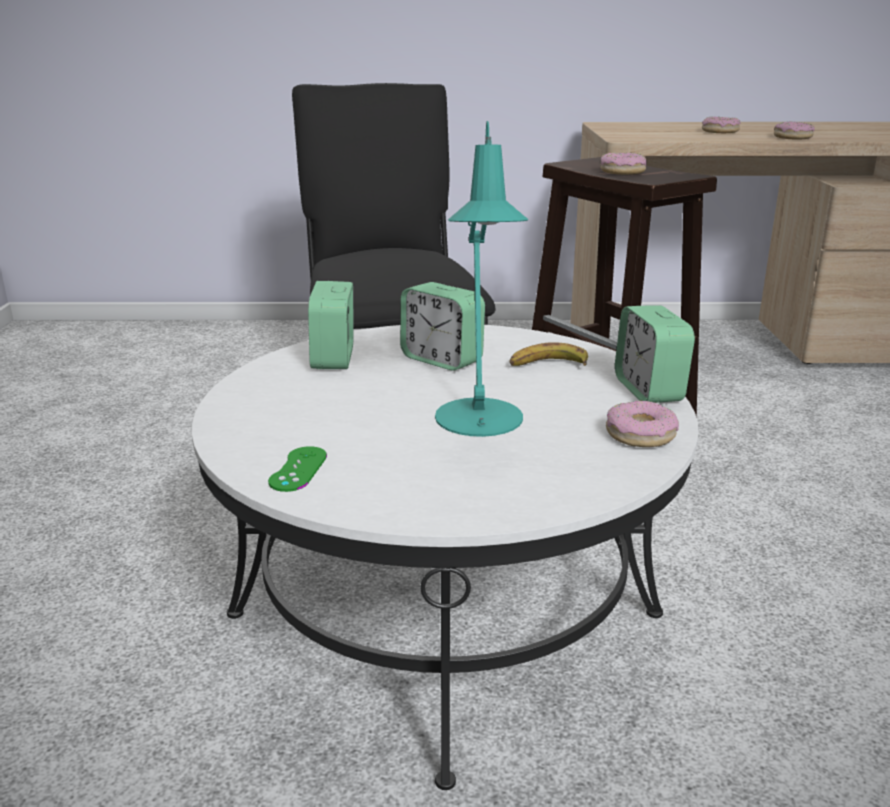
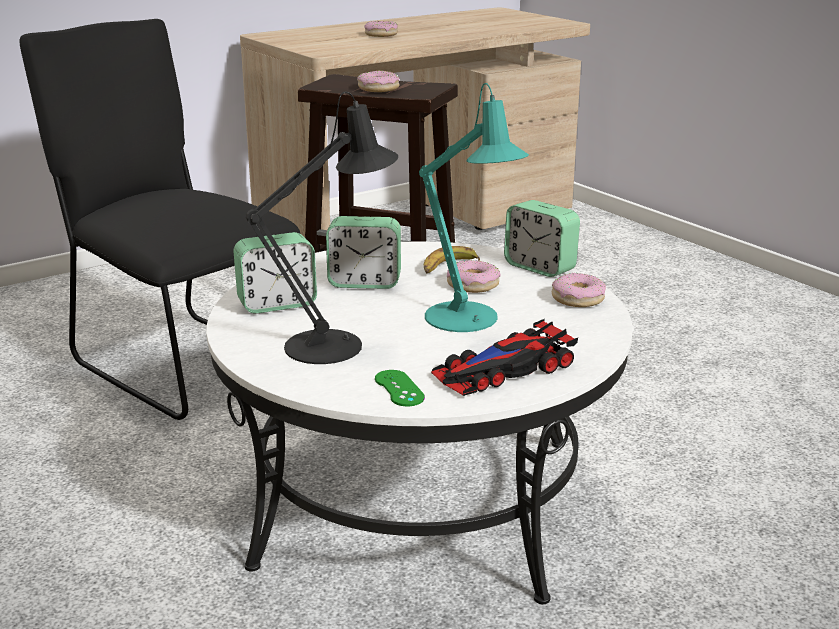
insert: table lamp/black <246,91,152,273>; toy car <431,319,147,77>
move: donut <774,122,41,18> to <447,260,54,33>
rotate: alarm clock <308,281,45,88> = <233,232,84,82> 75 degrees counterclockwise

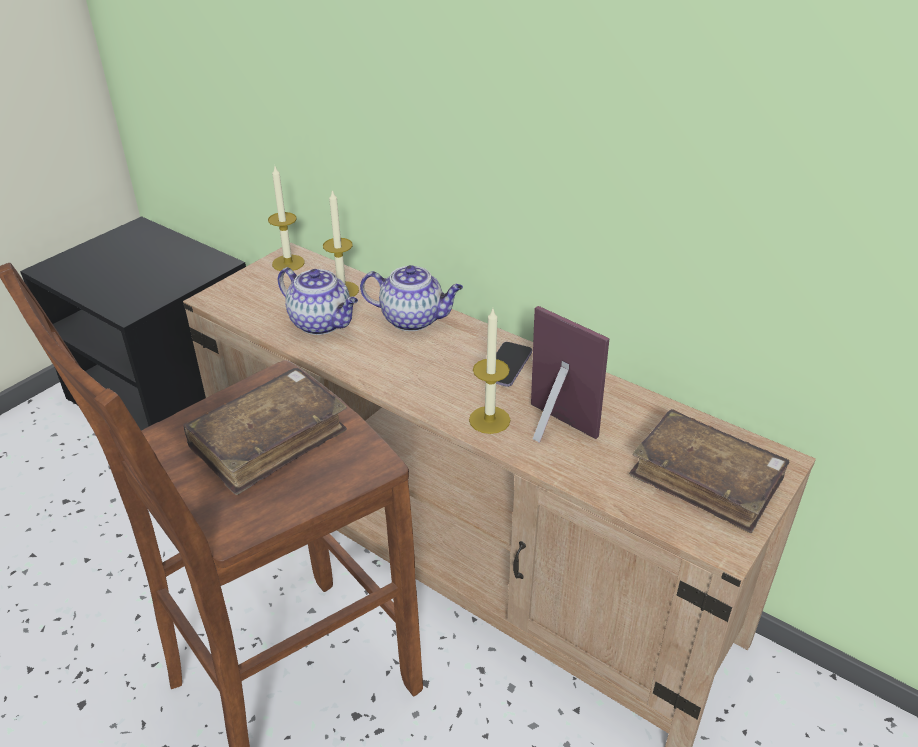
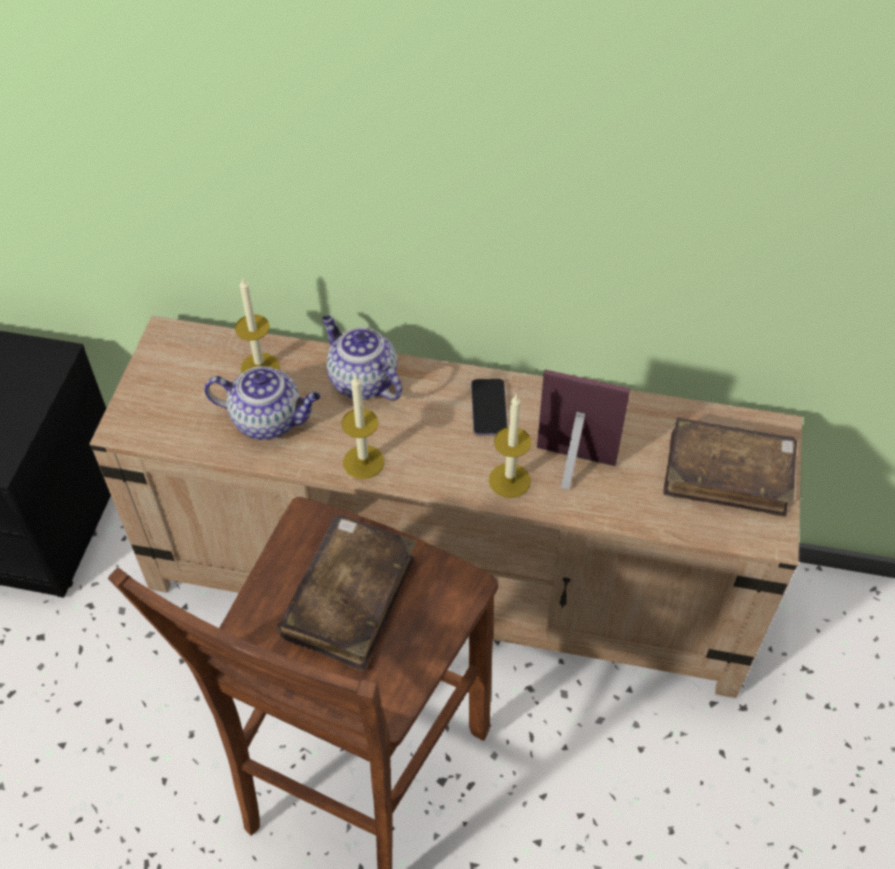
move: candle <268,166,37,105> to <341,375,44,104>
rotate: teapot <360,265,103,66> = <322,315,80,86> 120 degrees counterclockwise

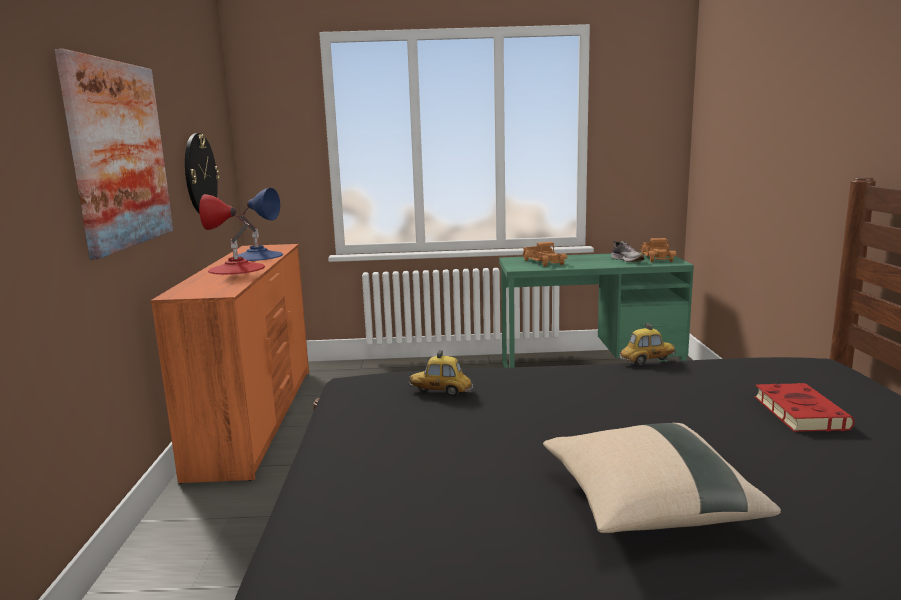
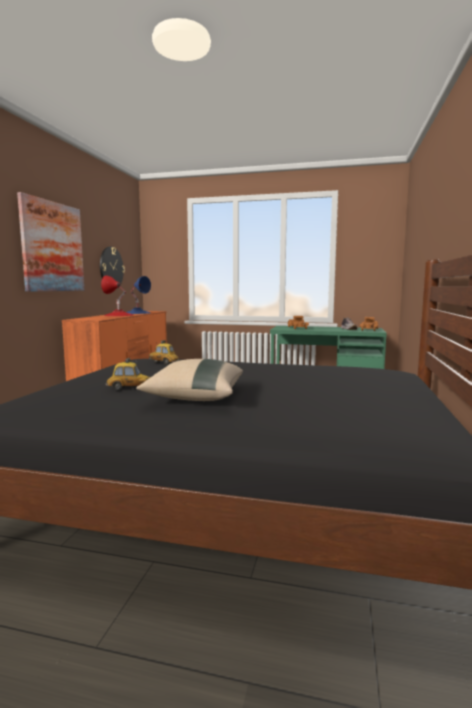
delete: book/red <754,383,101,49>
move: toy car <618,323,58,42> to <106,358,44,32>

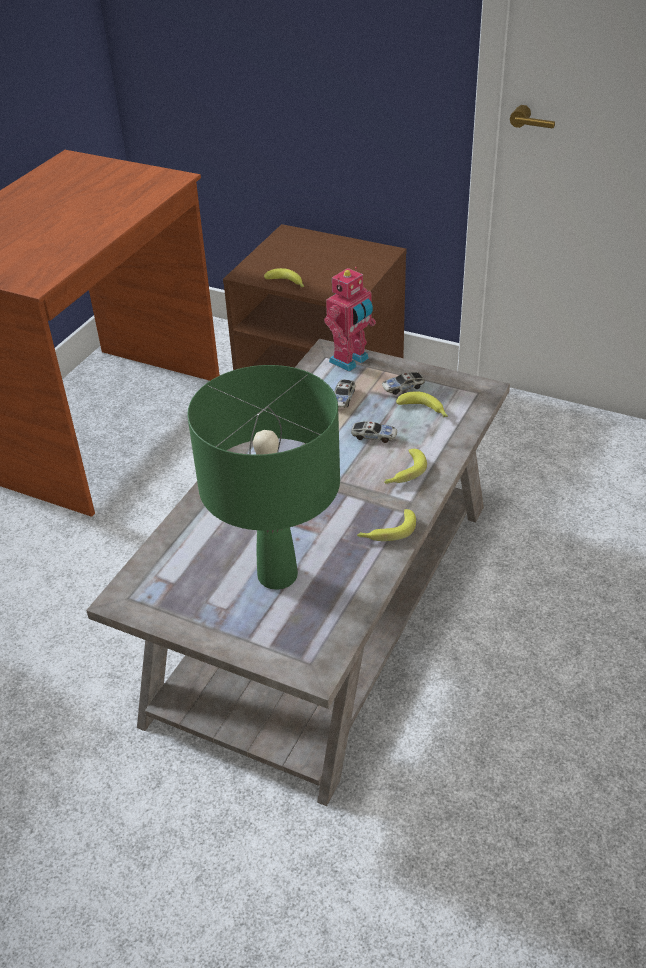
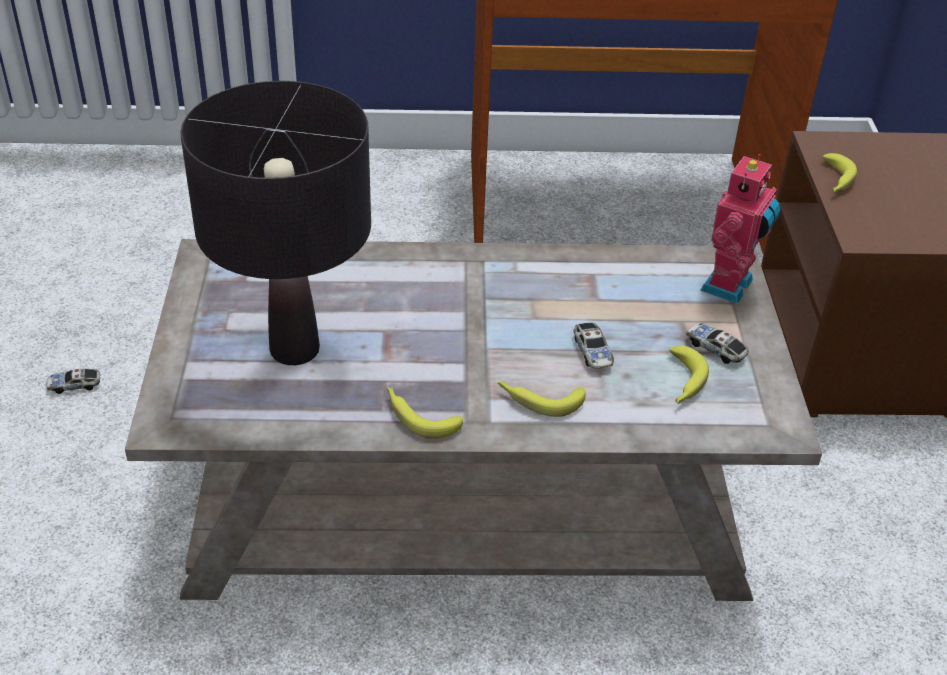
move: toy car <334,380,21,28> to <46,369,54,25>
recolor: table lamp/green <187,365,153,225> to table lamp/black <181,81,190,284>
rotate: toy robot <324,267,52,105> = <700,154,81,150> 75 degrees counterclockwise

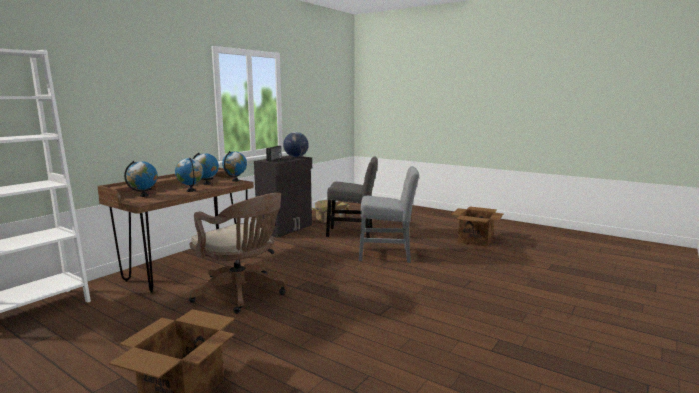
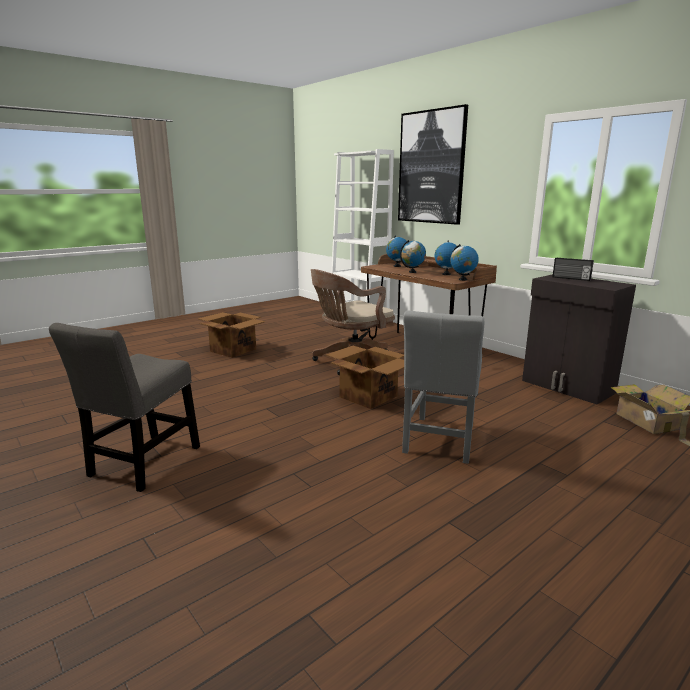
delete: globe <283,132,26,25>
insert: picture <398,104,70,121>
move: chair/grey <326,156,52,82> to <49,323,151,169>; cardboard box <451,206,53,41> to <326,346,78,63>

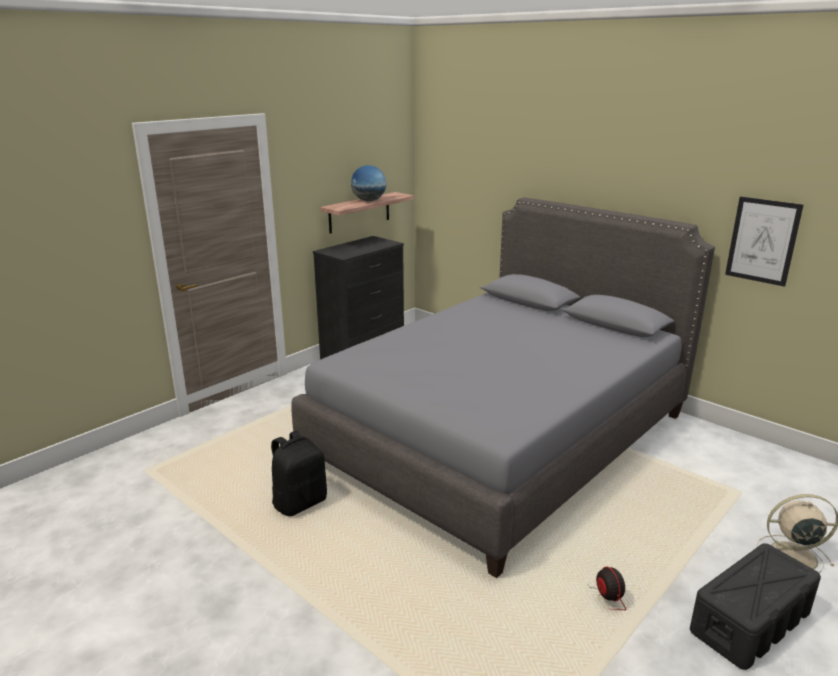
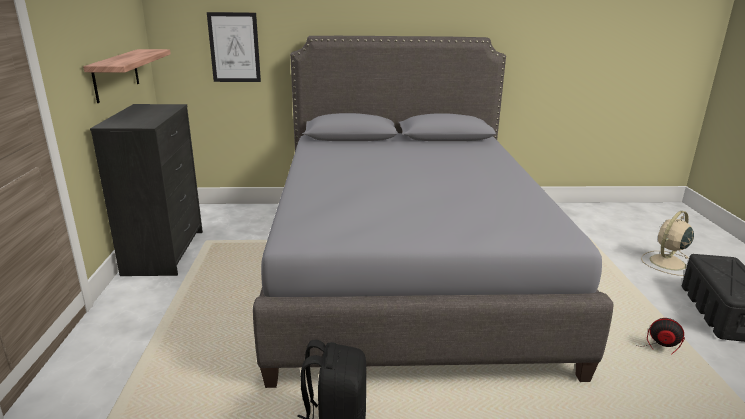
delete: globe <351,165,35,36>
move: picture <725,197,78,90> to <207,12,54,70>

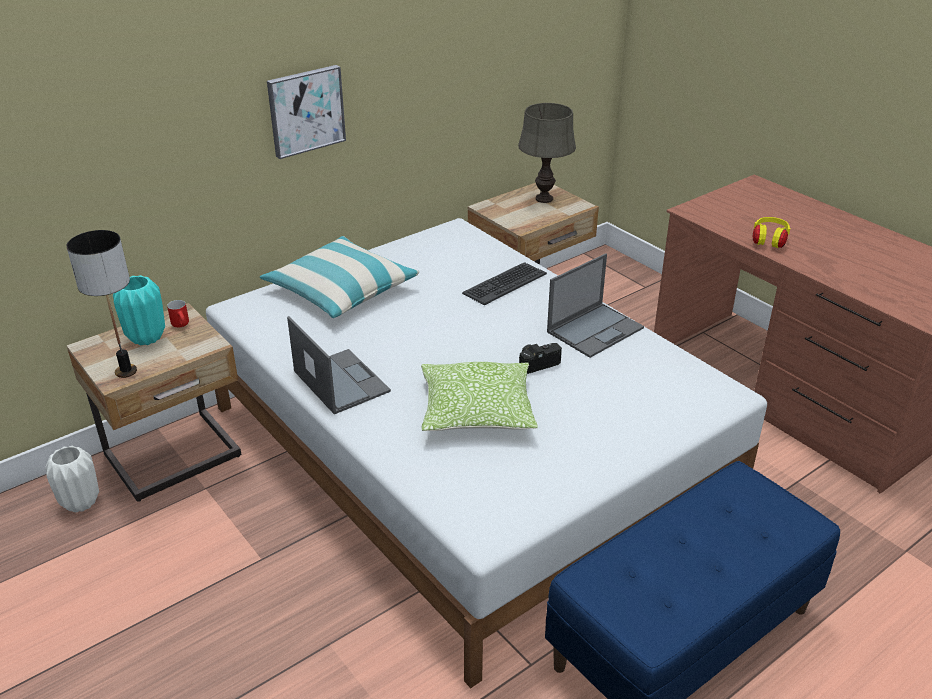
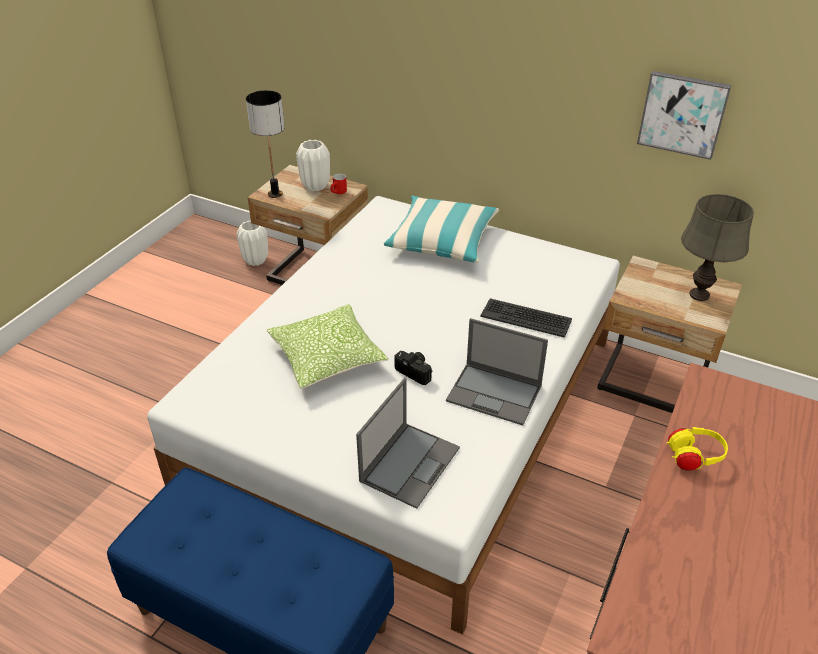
move: picture <267,65,79,94> to <637,71,95,89>; laptop <287,316,104,98> to <356,378,104,131>
recolor: vase/turquoise <113,275,52,70> to vase/white <296,140,34,51>

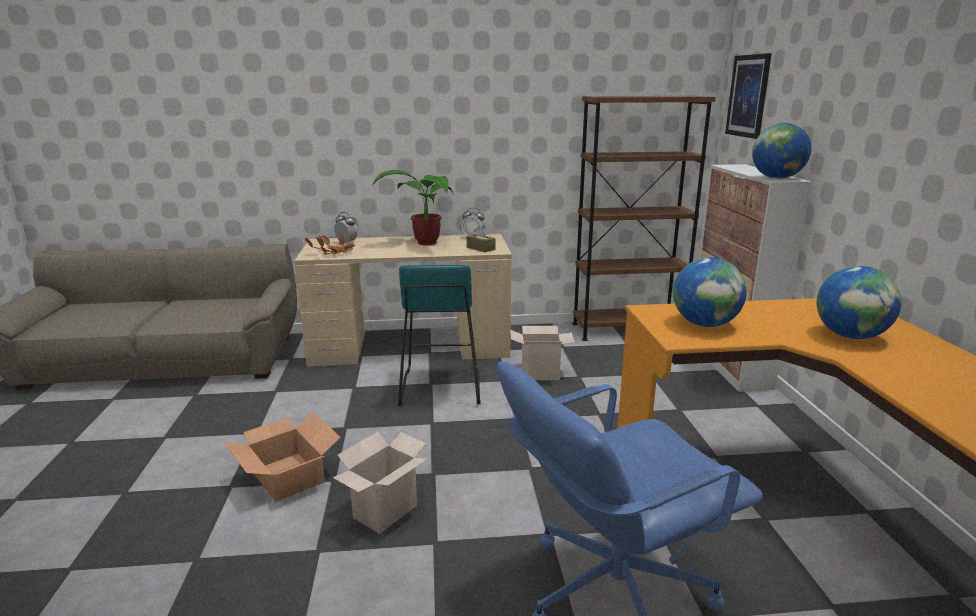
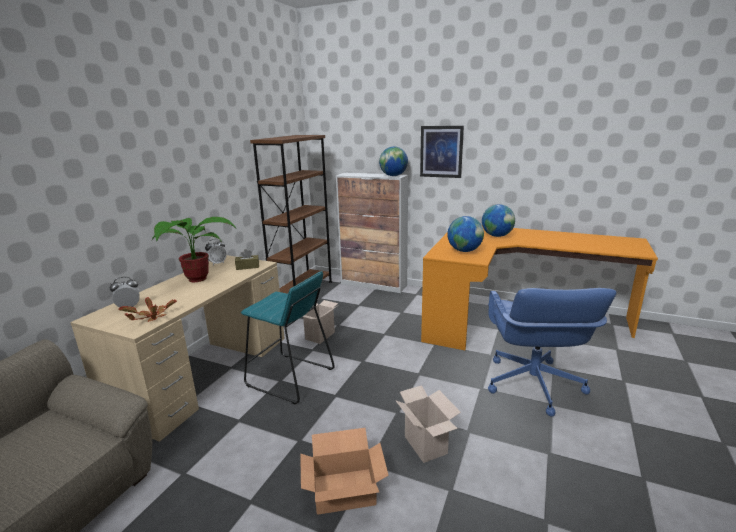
move: picture <725,53,47,86> to <420,126,44,52>

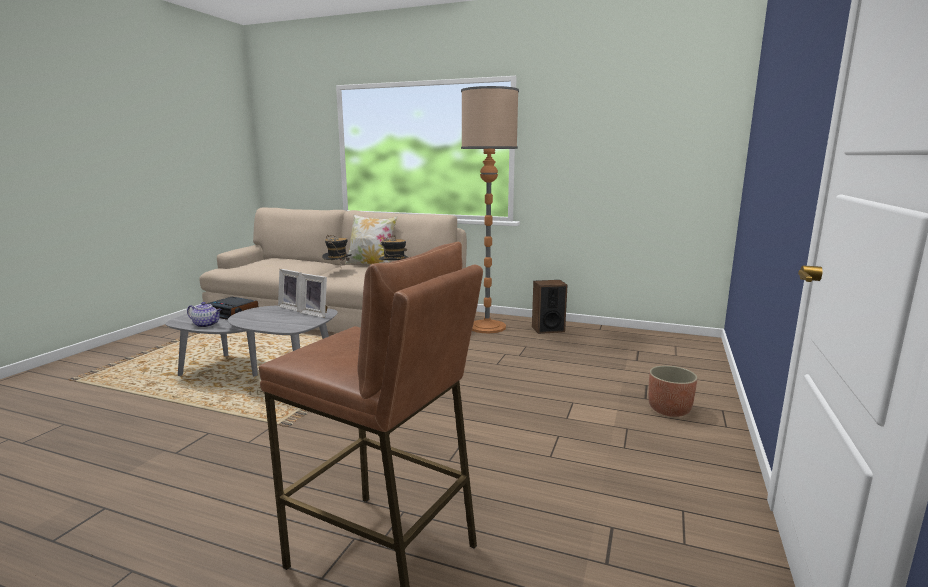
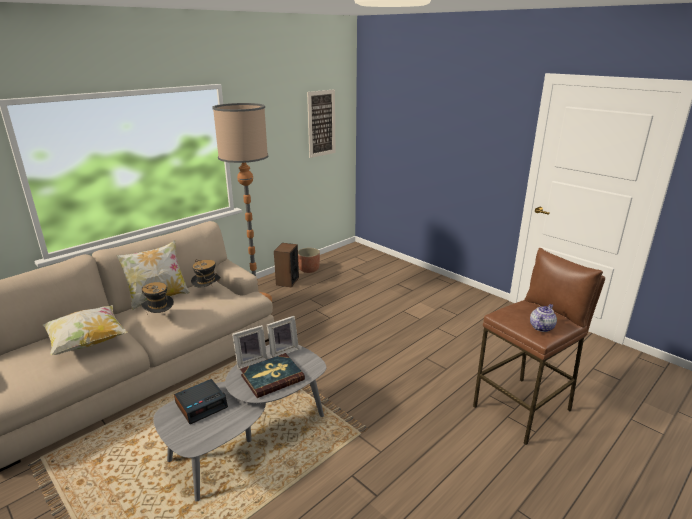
insert: pillow <43,305,85,51>; book <240,353,65,45>; picture <307,89,28,69>
move: teapot <187,302,35,26> to <530,304,27,28>; planter <648,366,50,51> to <298,248,22,25>

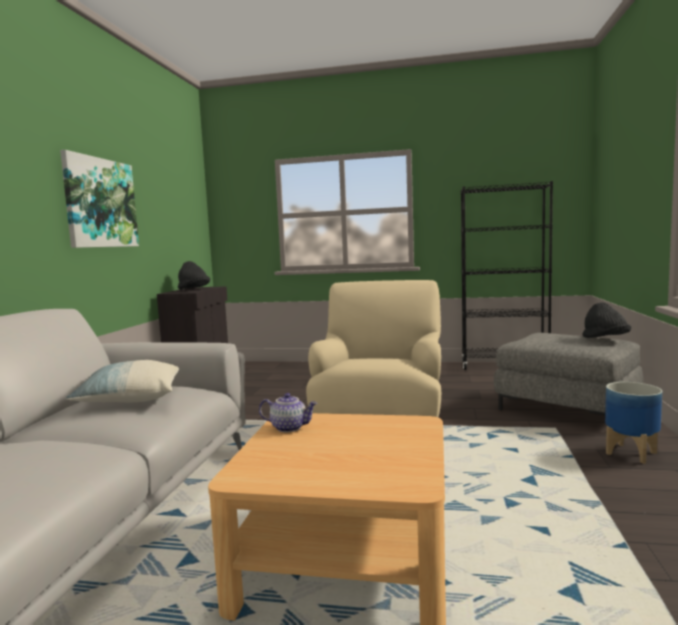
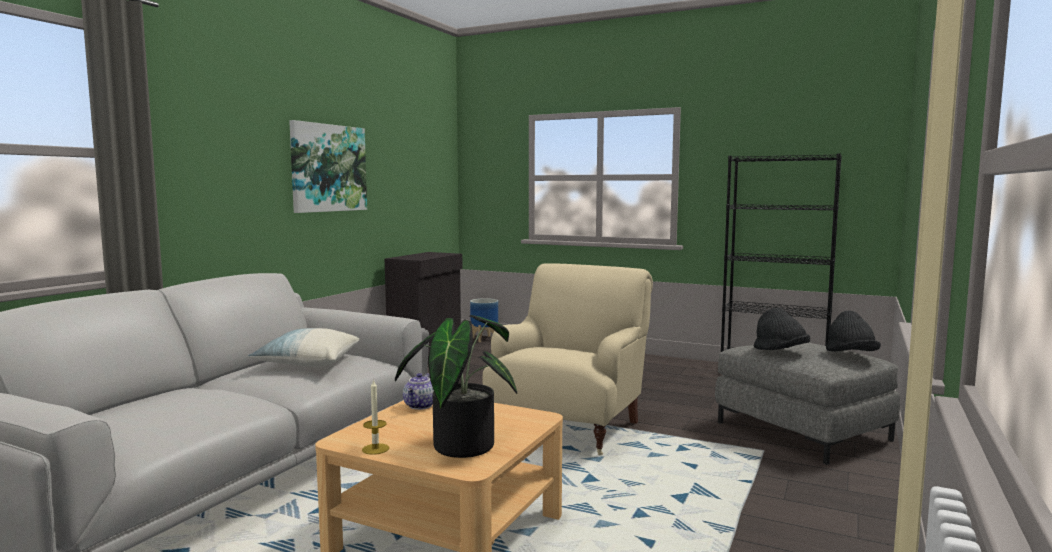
insert: candle <362,379,27,76>; potted plant <395,315,122,143>
move: hat/black <178,261,32,29> to <754,308,56,42>; planter <605,382,57,82> to <470,298,28,44>
rotate: teapot <259,393,59,39> = <403,373,31,37> 75 degrees clockwise

